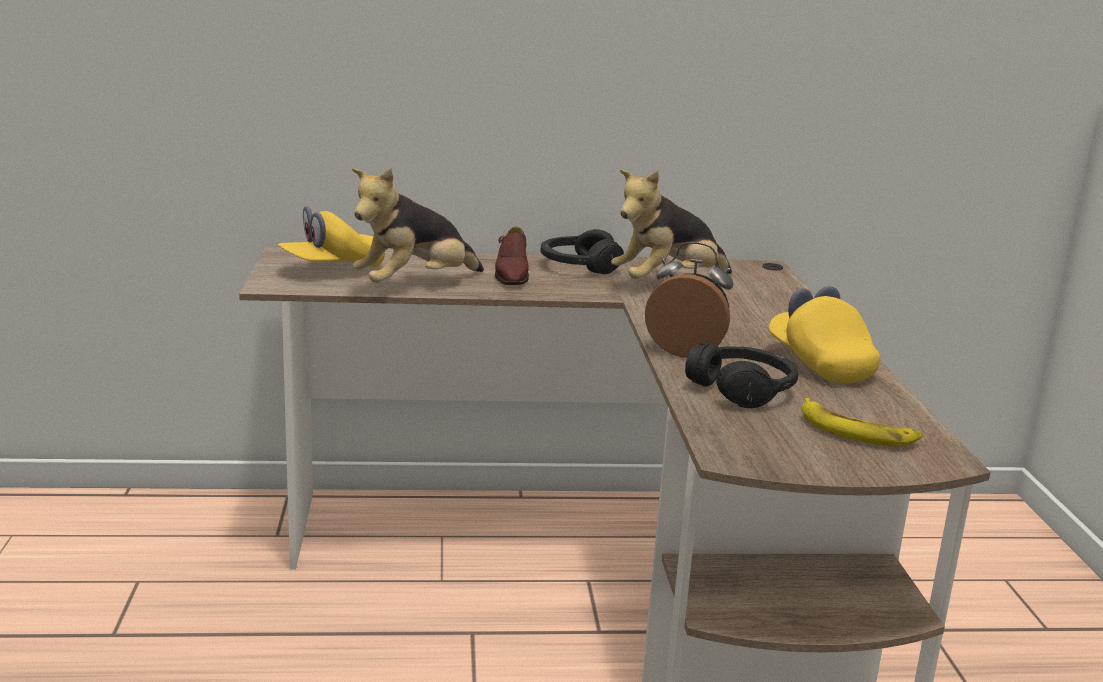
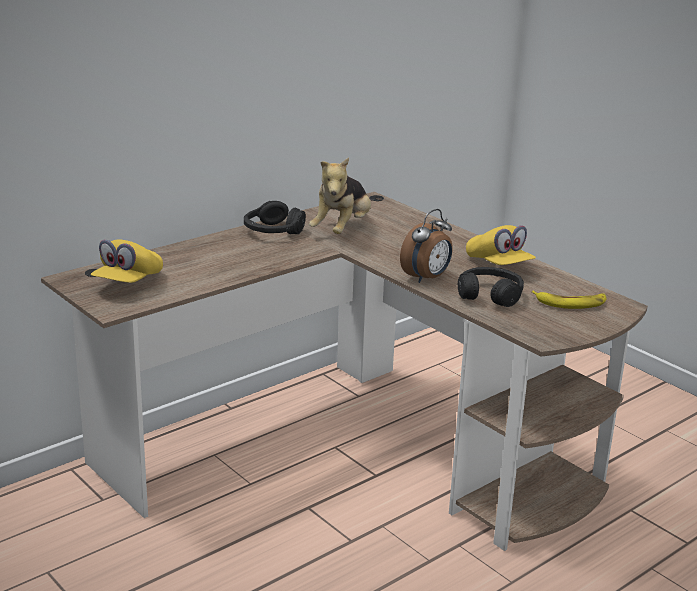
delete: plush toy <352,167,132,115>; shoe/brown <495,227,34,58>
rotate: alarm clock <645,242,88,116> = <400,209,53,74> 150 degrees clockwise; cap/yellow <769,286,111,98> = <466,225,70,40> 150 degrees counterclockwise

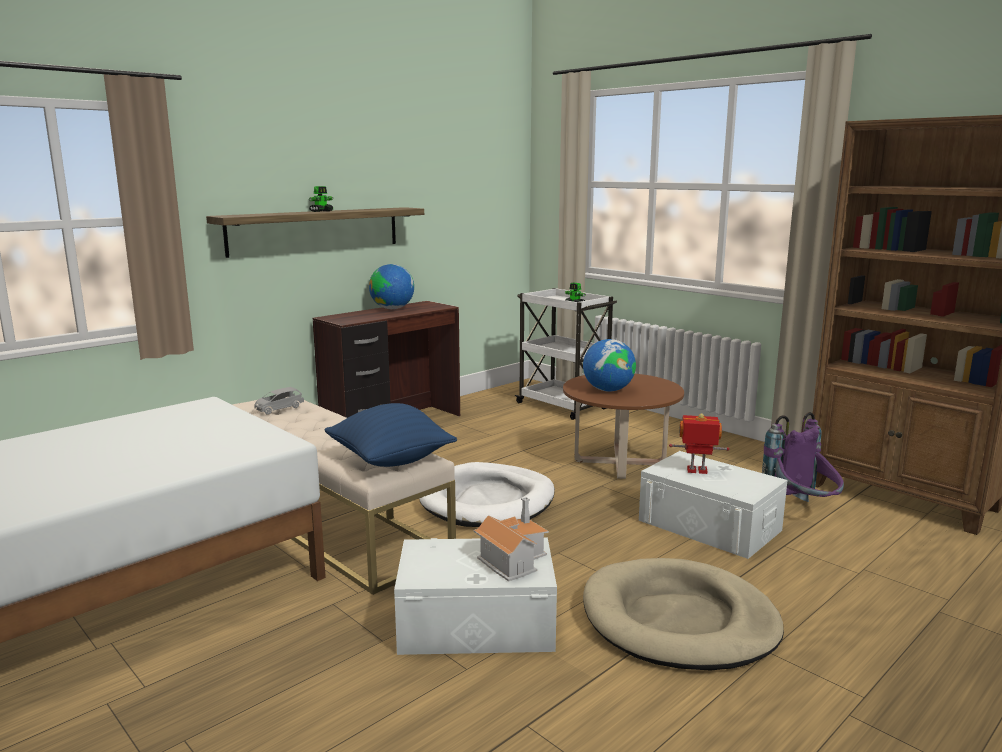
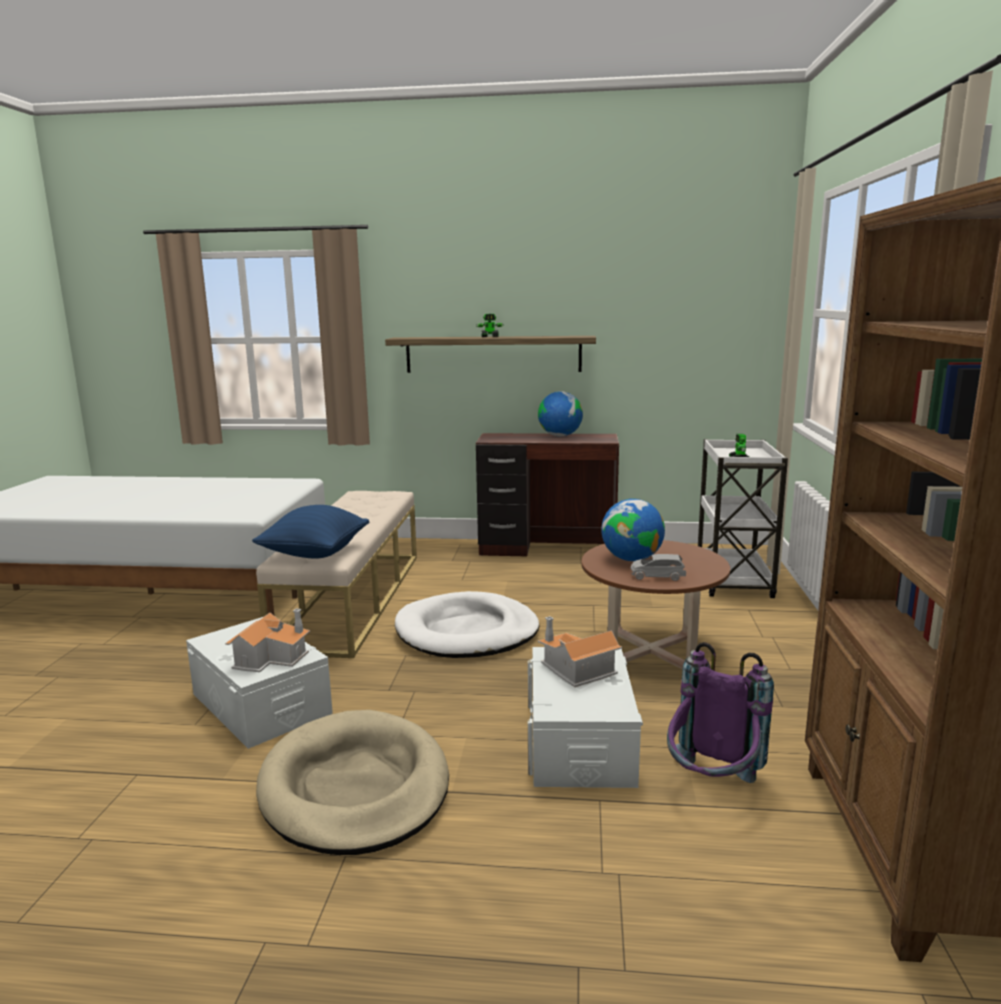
move: toy car/grey <254,387,50,28> to <630,554,56,27>
replace: toy robot <669,413,61,61> to toy house <538,616,84,71>

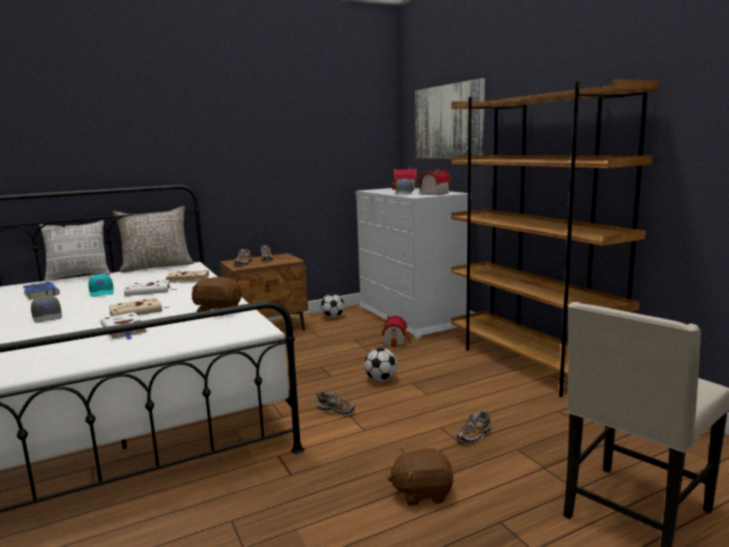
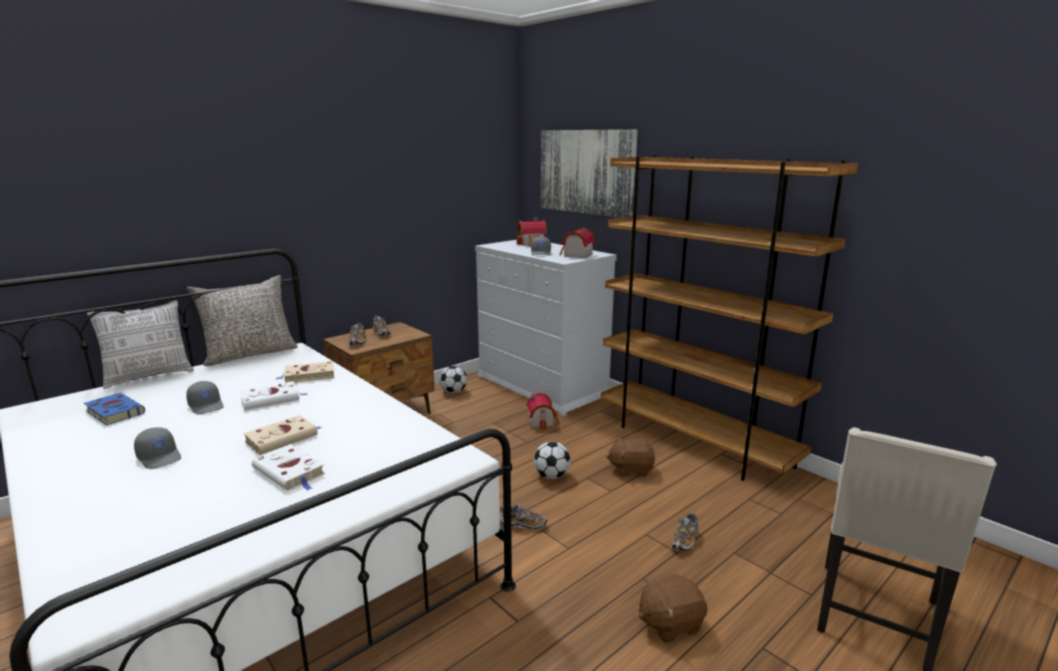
move: plush toy/brown <192,277,50,39> to <606,437,49,40>
recolor: cap/turquoise <88,274,26,23> to cap/grey <186,381,37,34>

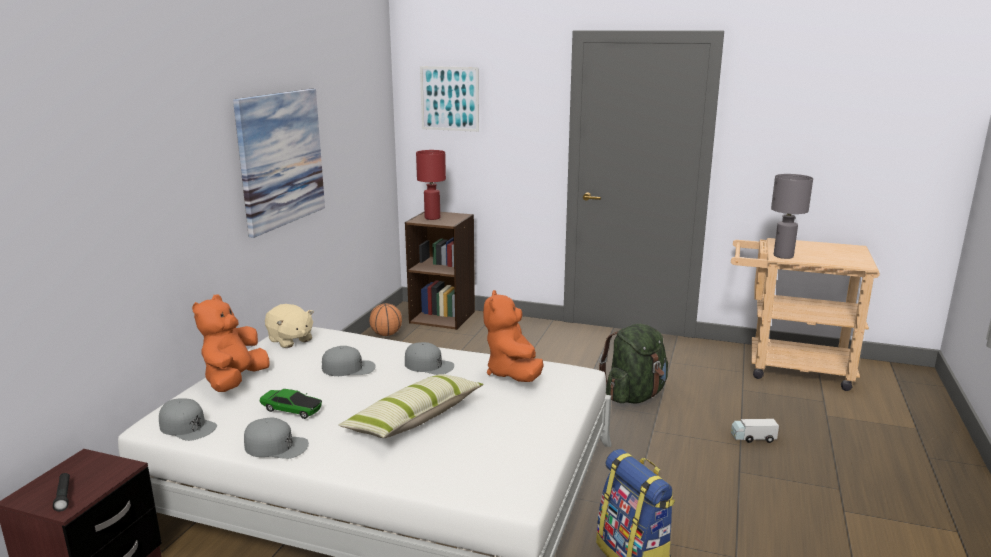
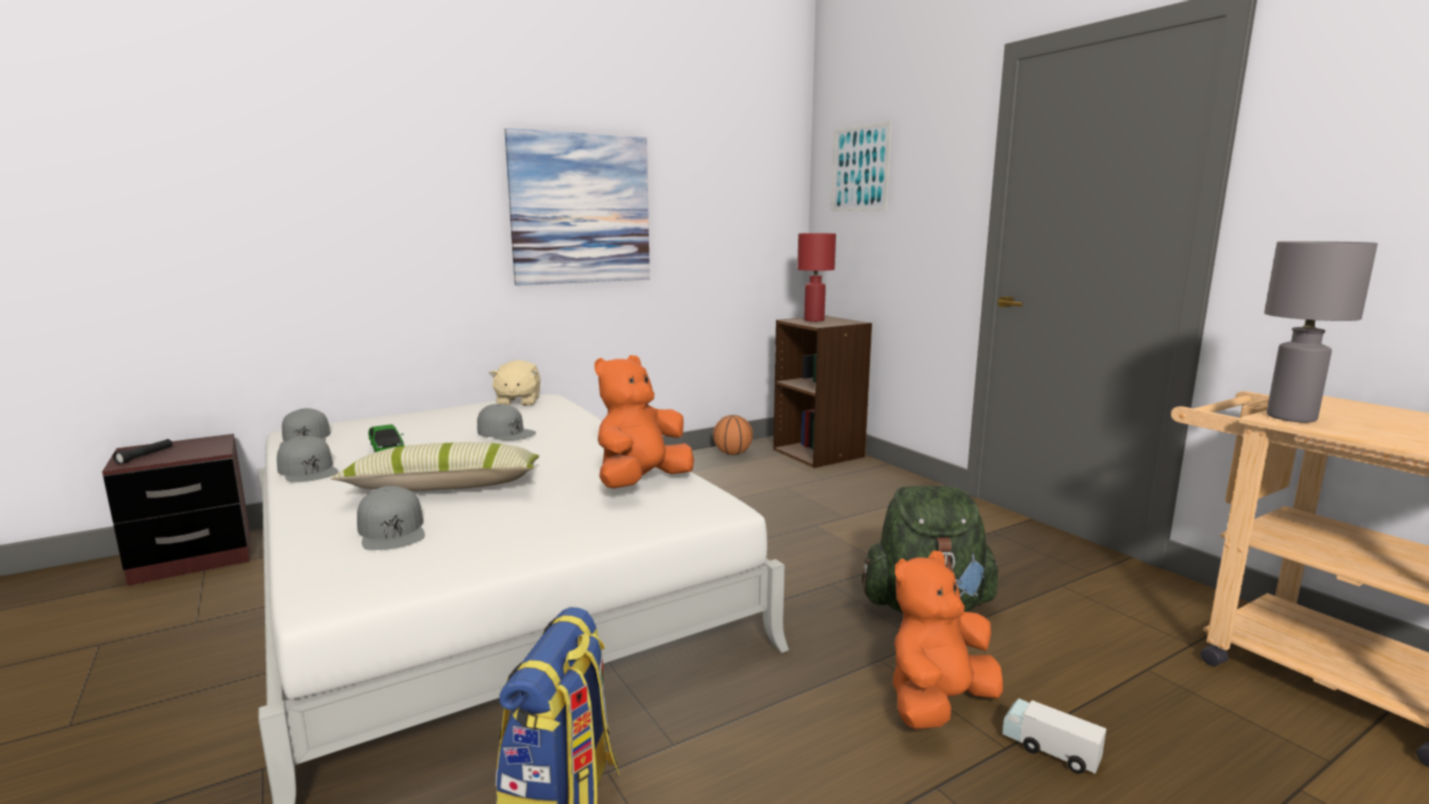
move: plush toy/orange <192,294,78,98> to <893,551,110,179>; cap/grey <405,342,49,33> to <357,486,68,64>

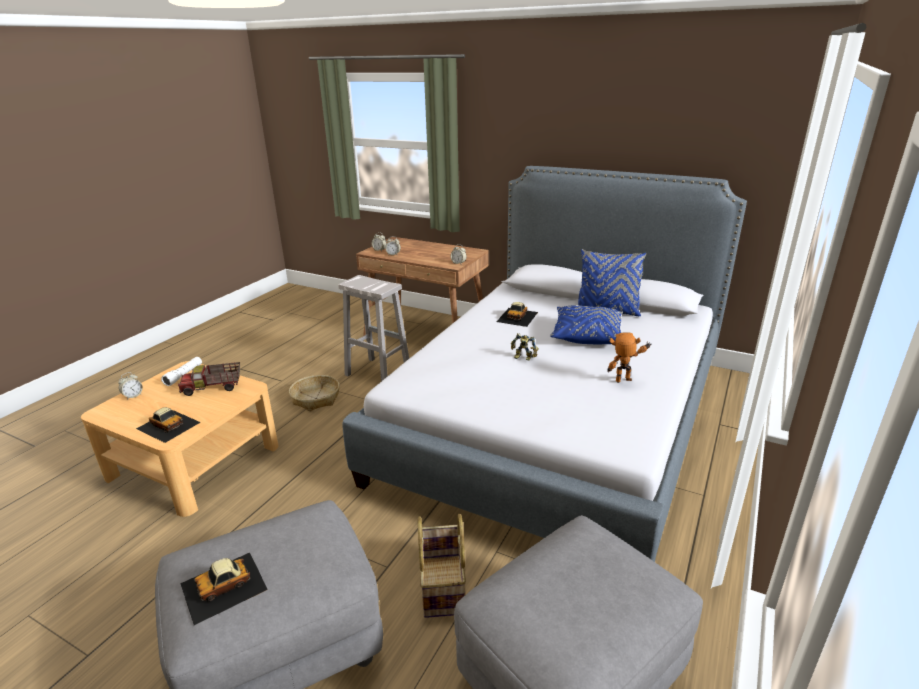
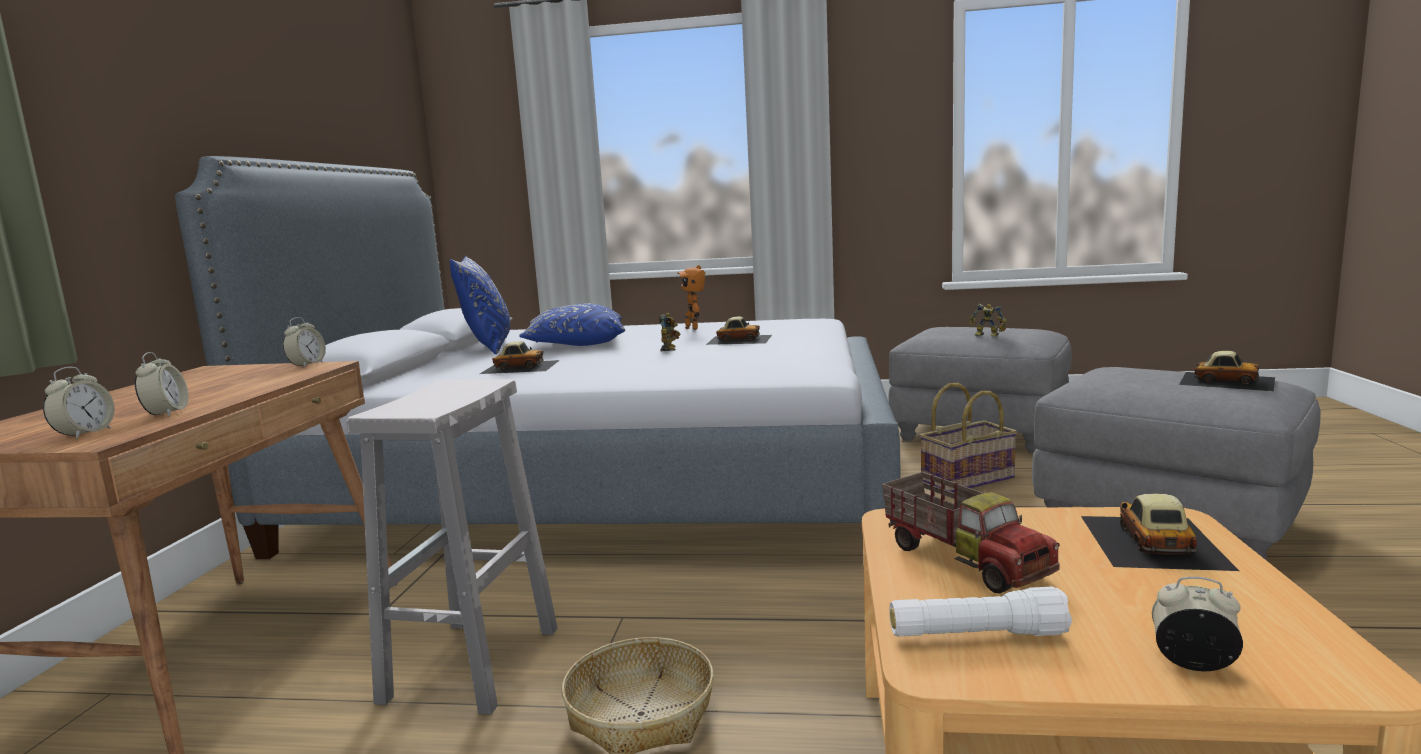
insert: toy car <706,316,66,29>; toy robot <970,304,37,32>

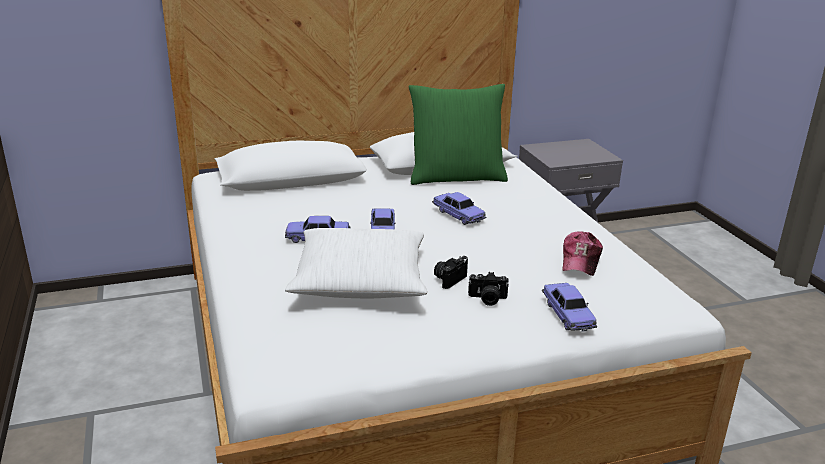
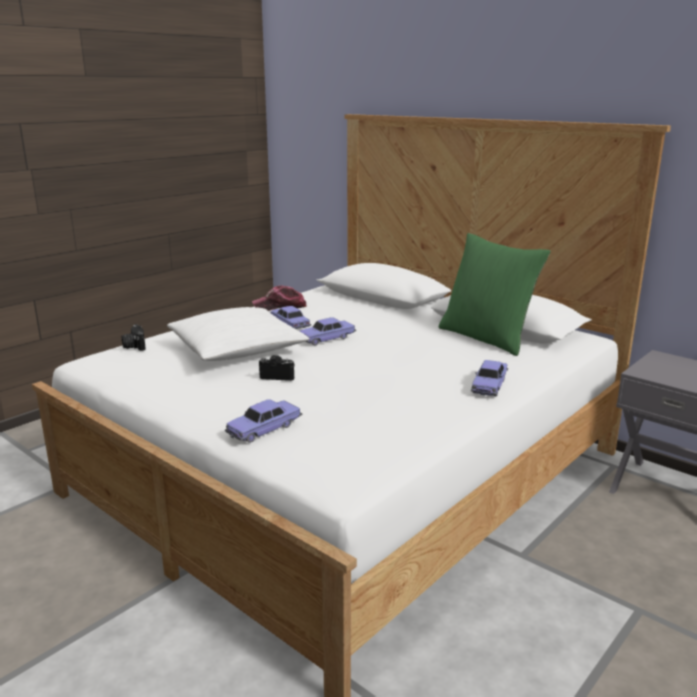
move: toy car <432,192,54,33> to <471,360,37,37>; photo camera <468,272,41,34> to <121,324,25,27>; cap <563,231,40,45> to <252,286,54,25>

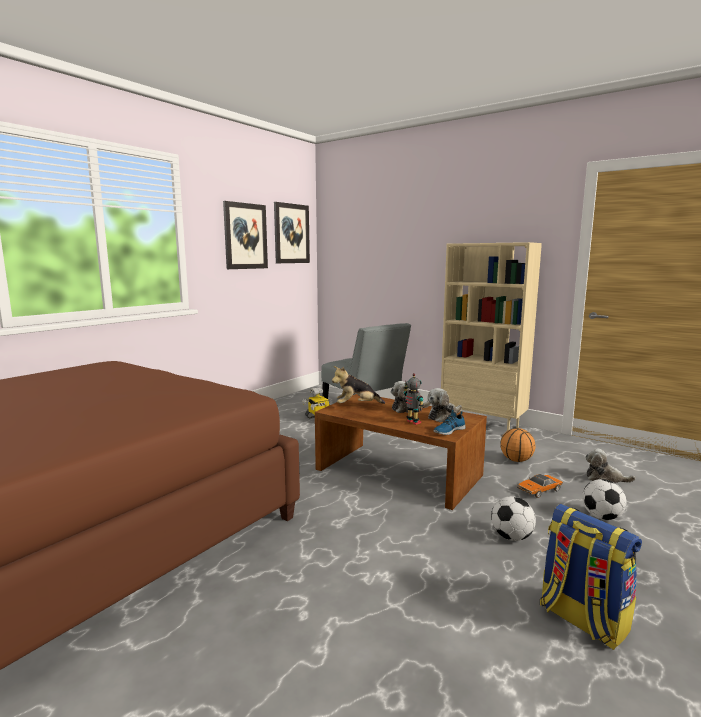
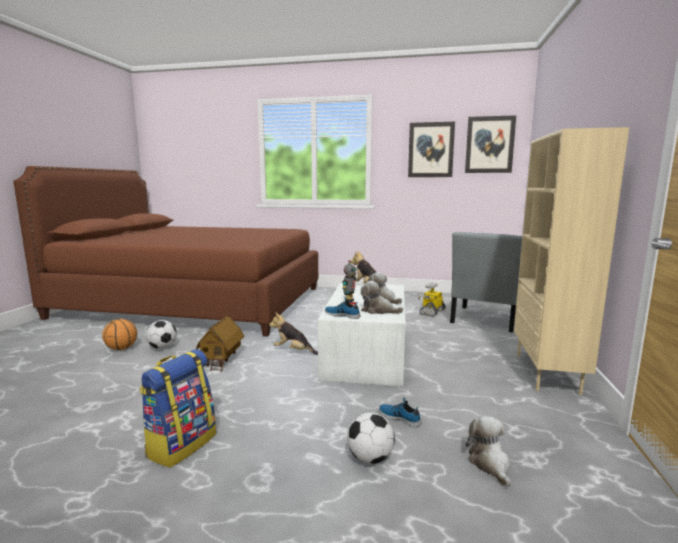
insert: toy house <196,315,48,57>; plush toy <269,312,49,43>
move: football <491,496,45,45> to <146,320,31,29>; basketball <500,428,36,34> to <102,319,35,31>
replace: toy car <517,474,46,24> to shoe <379,398,42,29>
recolor: coffee table/brown <315,394,172,116> to coffee table/white <318,283,87,103>

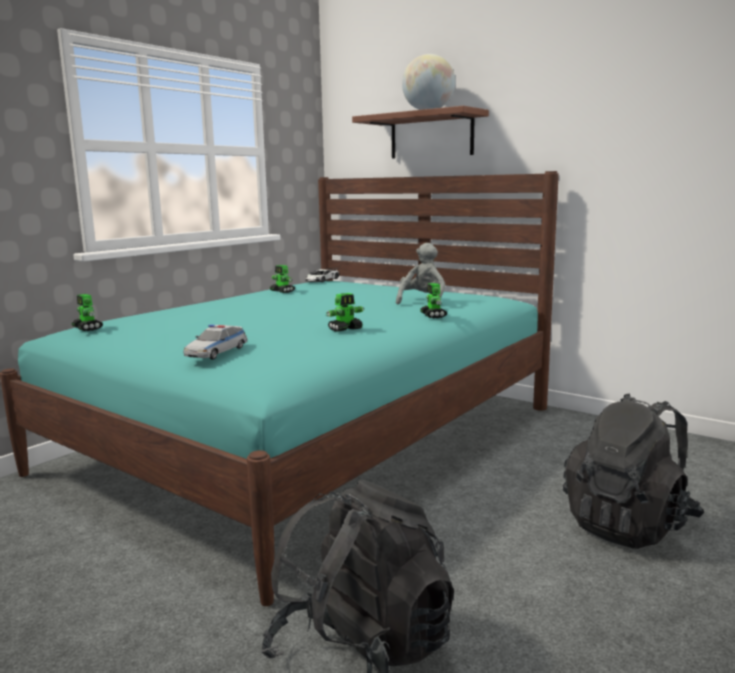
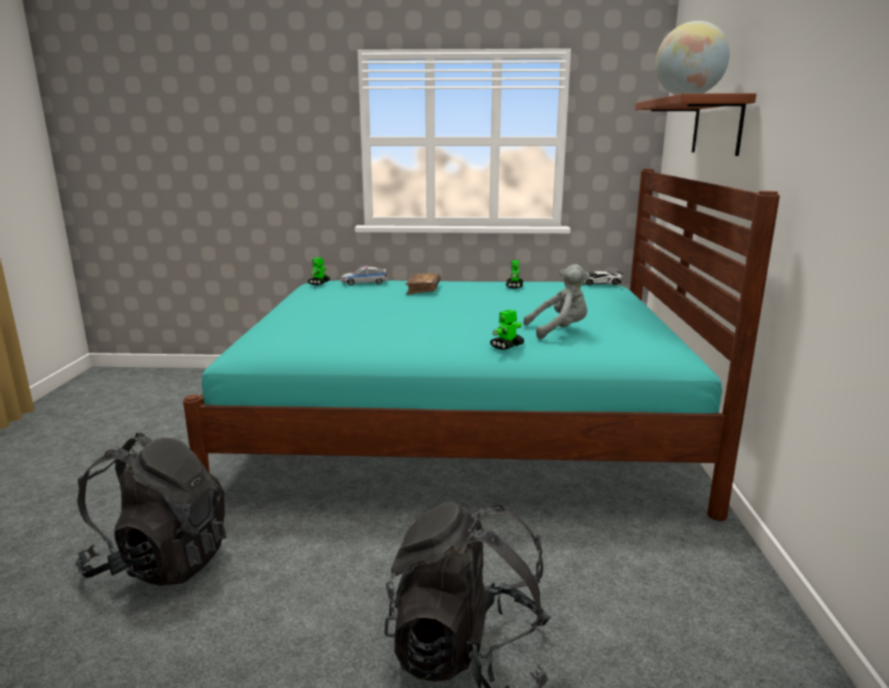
delete: toy robot <326,293,38,39>
insert: book/brown <405,273,36,22>
move: toy car <183,325,65,35> to <341,265,48,21>

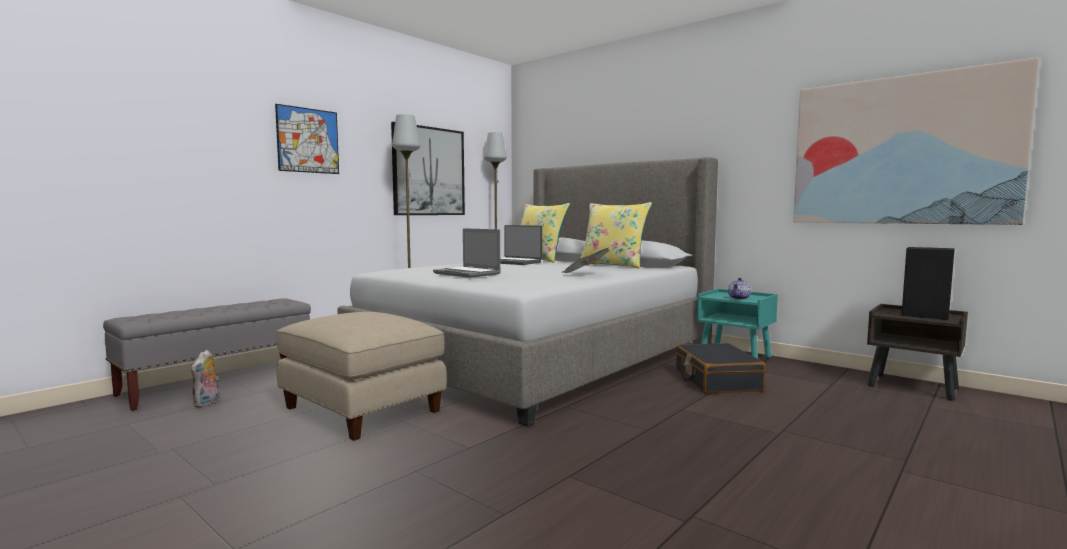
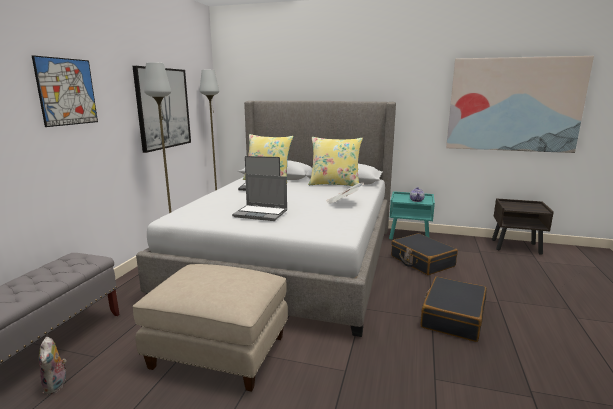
delete: speaker/black <901,247,53,73>
insert: suitcase/black <421,277,66,65>

